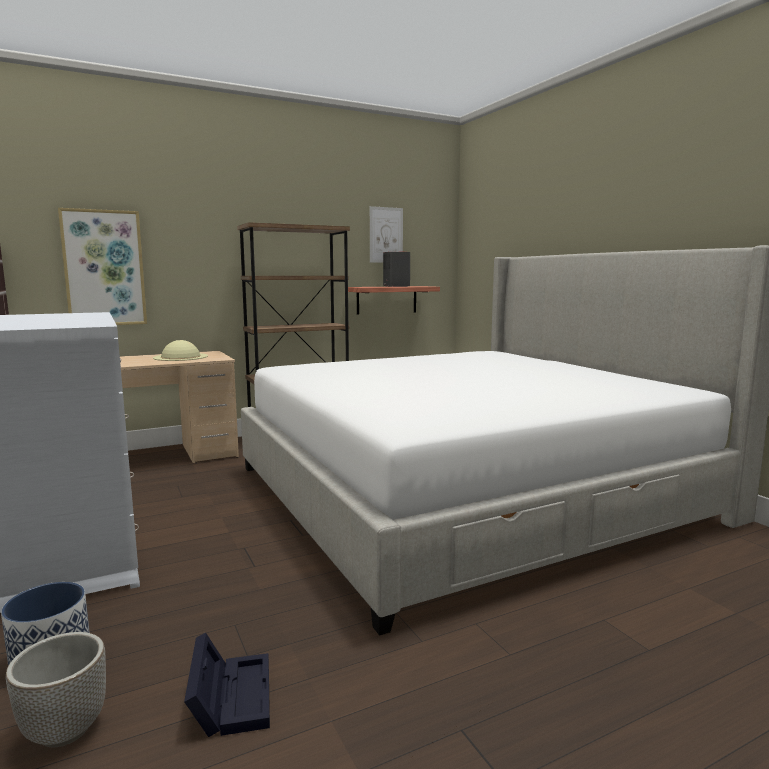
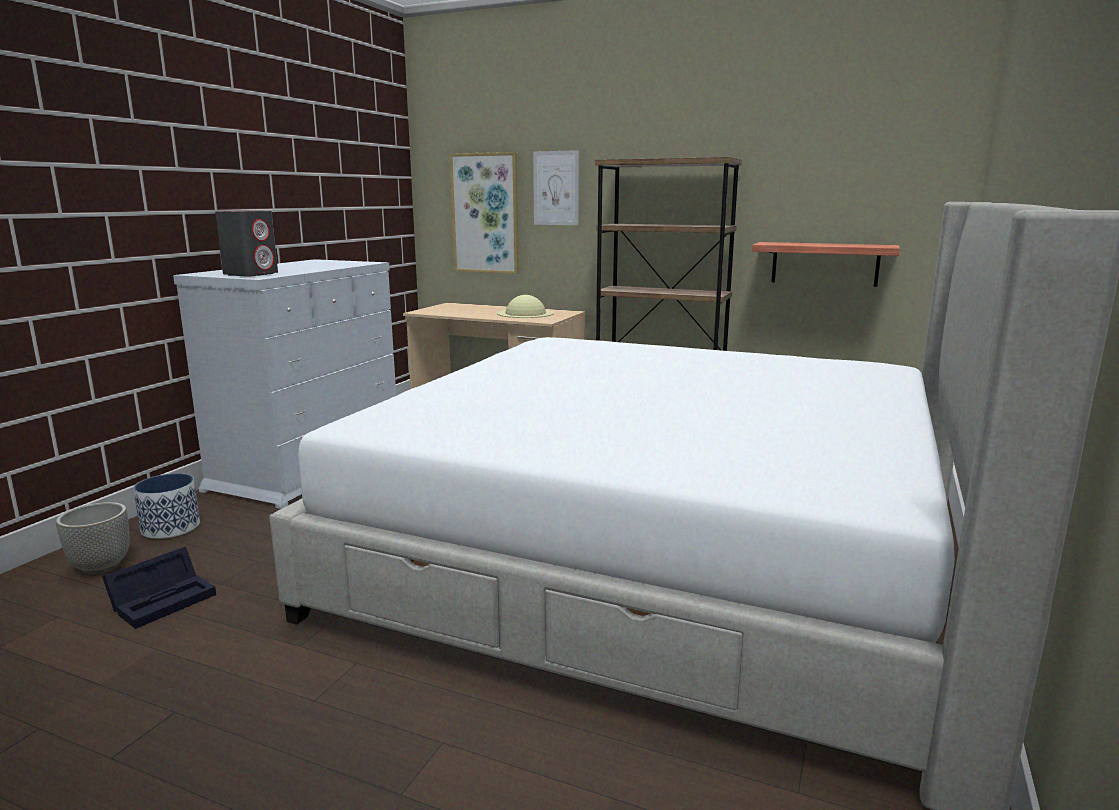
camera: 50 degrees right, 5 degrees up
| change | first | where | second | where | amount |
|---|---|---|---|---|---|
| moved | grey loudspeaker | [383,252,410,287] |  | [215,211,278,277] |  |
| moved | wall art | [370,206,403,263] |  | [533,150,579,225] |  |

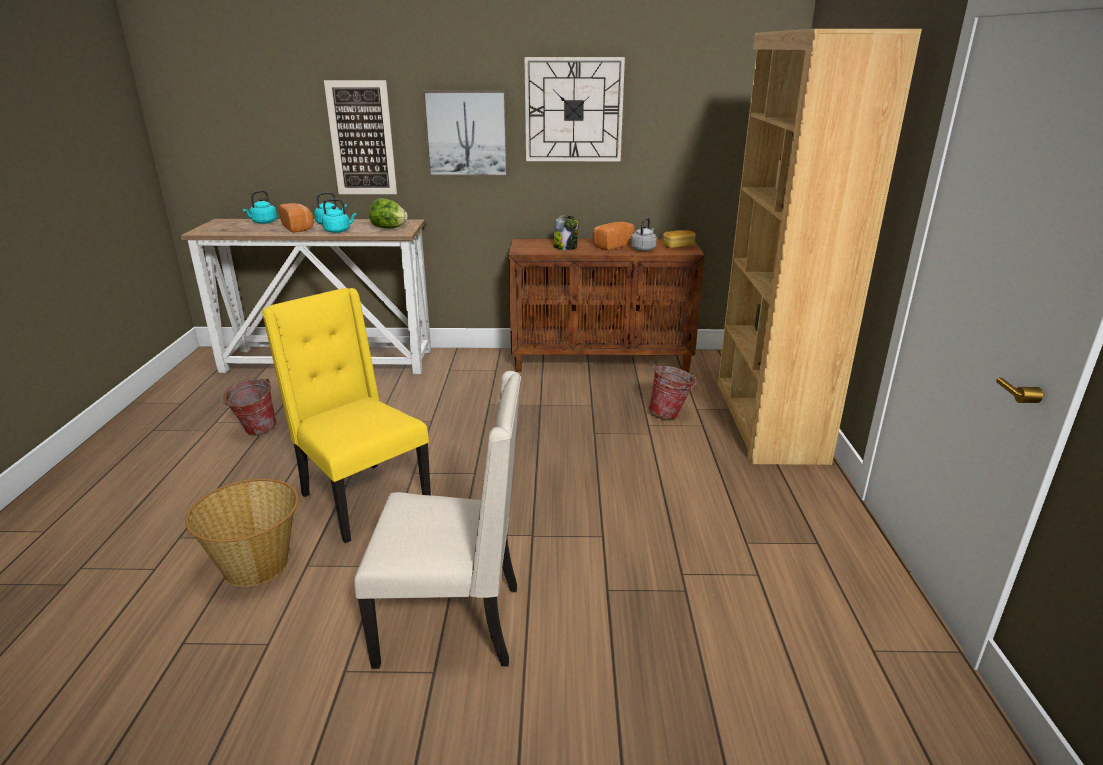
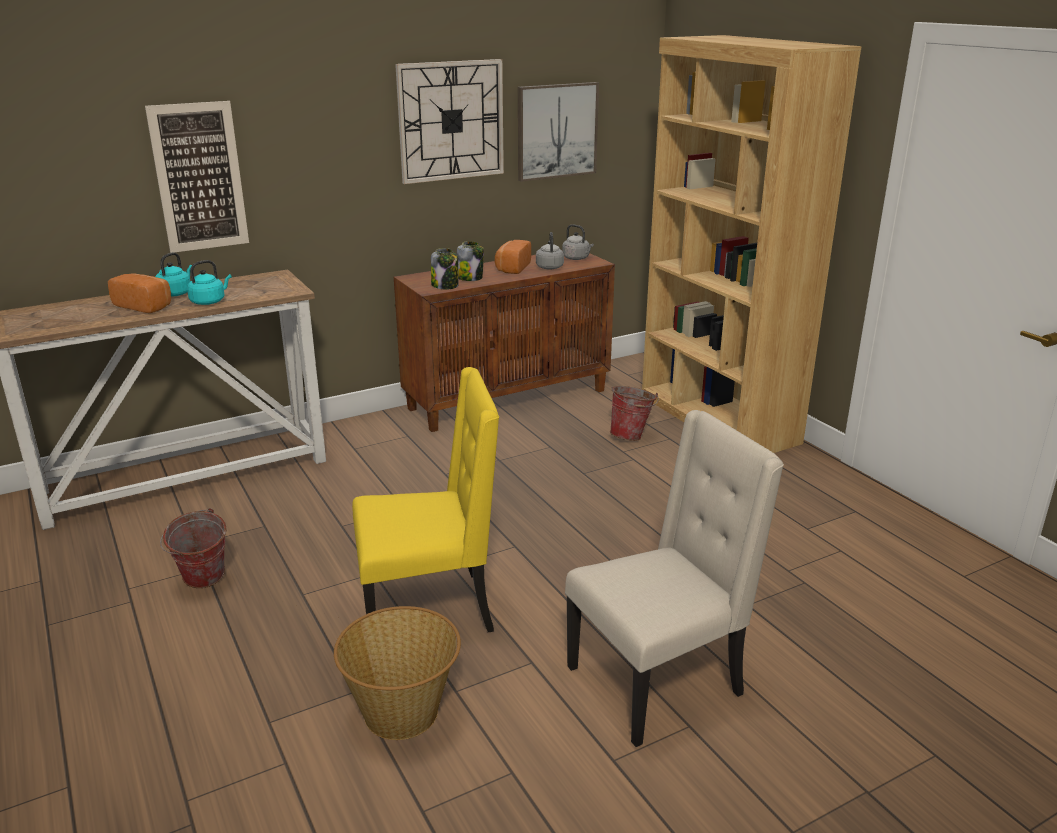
camera: 30 degrees left, 0 degrees up
| change | first | where | second | where | amount |
|---|---|---|---|---|---|
| turned | yellow plain chair | [262,288,431,543] |  | [352,367,499,632] | 150 degrees clockwise |
| added |  |  | storage jar | [431,248,458,289] |  |
| moved | wall art | [422,90,508,177] |  | [518,82,599,182] |  |
| replaced | bakery bread | [663,230,696,248] | grey tea kettle | [562,224,594,260] |  |
| removed | turquoise tea kettle | [243,190,277,224] |  |  |  |
| removed | lettuce head | [369,198,408,228] |  |  |  |

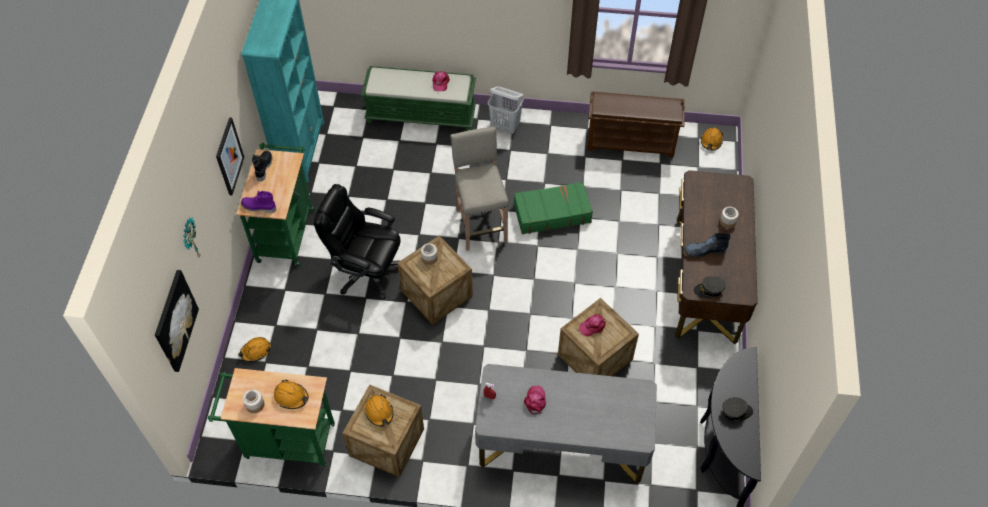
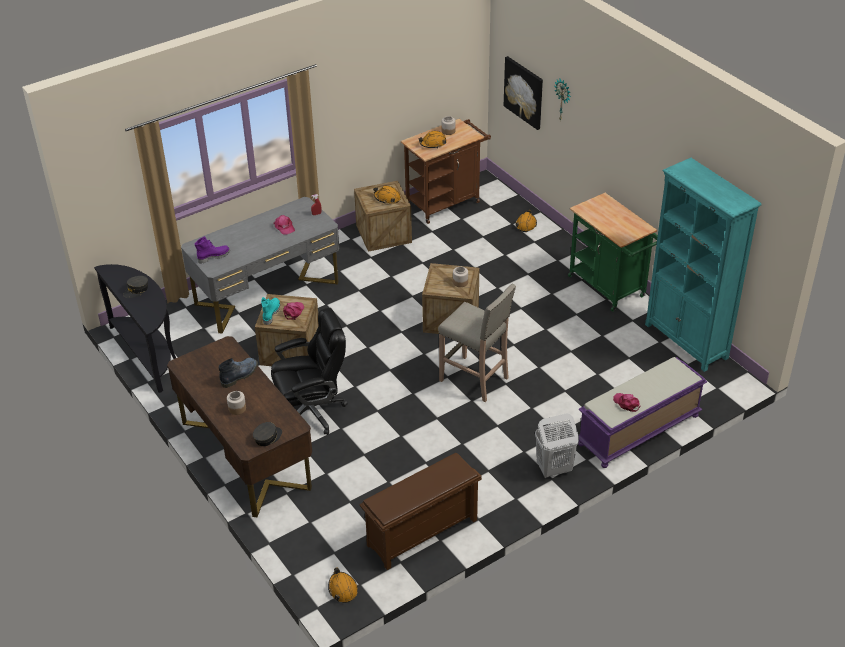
camera: 140 degrees right, 15 degrees down
| change | first | where | second | where | amount |
|---|---|---|---|---|---|
| moved | purple tall boot | [241,191,276,213] |  | [195,236,230,264] |  |
| moved | grey cap | [694,276,726,298] |  | [253,422,282,446] |  |
| added |  |  | turquoise tall boot | [261,297,280,325] |  |
| moved | black-coloured office chair | [314,184,401,300] |  | [271,308,348,435] |  |
| recoloured | green wheeled cart | [208,368,335,467] | brown wheeled cart | [401,119,491,224] |  |
| recoloured | green long seat | [361,66,476,131] | purple long seat | [578,357,707,468] |  |
| removed | wall art | [216,117,244,196] |  |  |  |
| removed | black-coloured tall boot | [252,150,272,181] |  |  |  |
| removed | green piece of luggage | [514,182,593,234] |  |  |  |

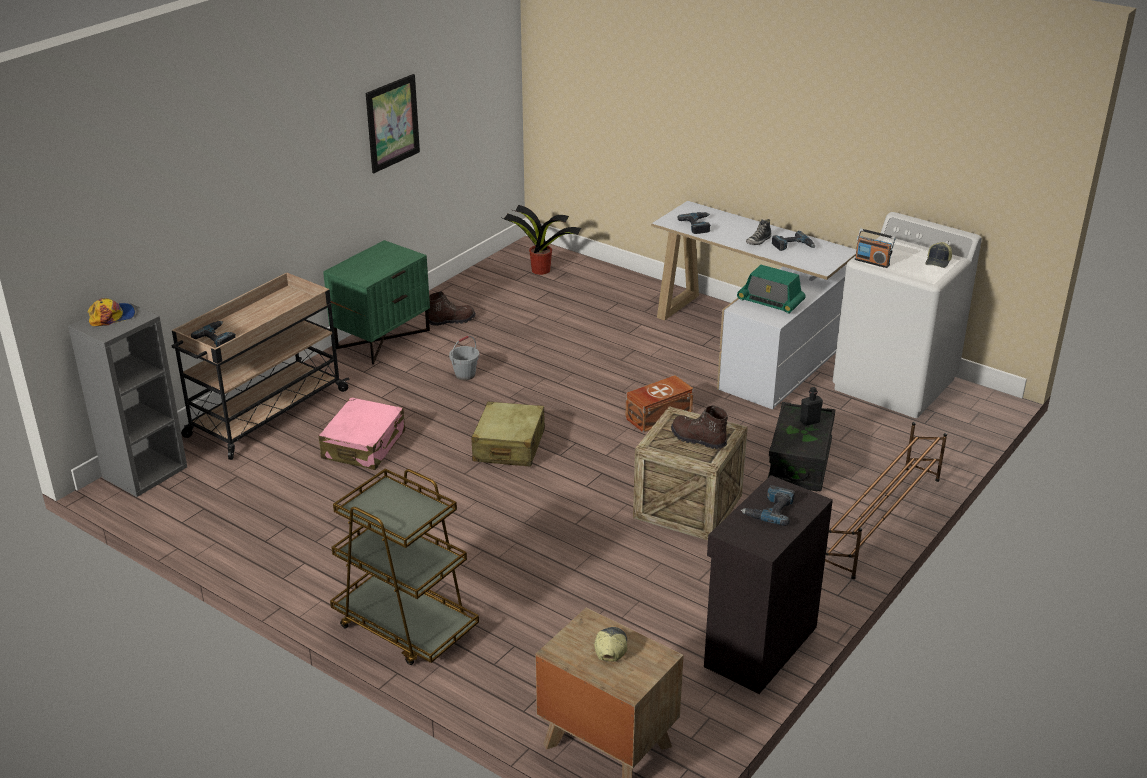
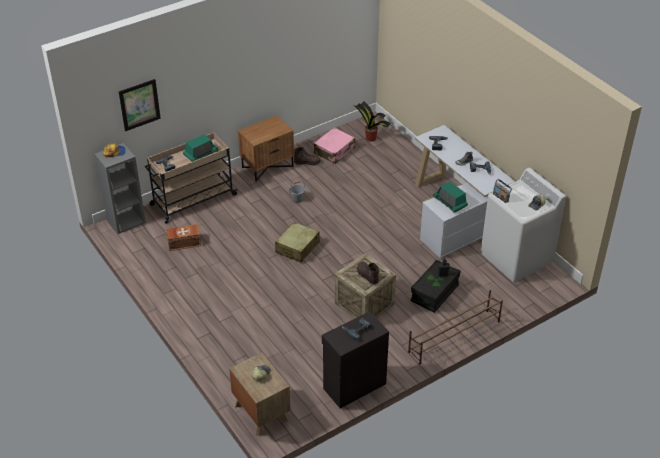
camera: 20 degrees right, 10 degrees up
| change | first | where | second | where | amount |
|---|---|---|---|---|---|
| moved | wall art | [366,74,420,173] |  | [119,79,161,131] |  |
| moved | brown storage bin | [625,375,694,433] |  | [166,224,201,251] |  |
| added |  |  | radio | [183,134,218,162] |  |
| recoloured | green bedside table | [323,240,430,364] | brown bedside table | [238,116,294,182] |  |
| moved | pink piece of luggage | [319,397,405,470] |  | [314,127,355,164] |  |
| removed | brown wheeled cart | [330,469,479,665] |  |  |  |

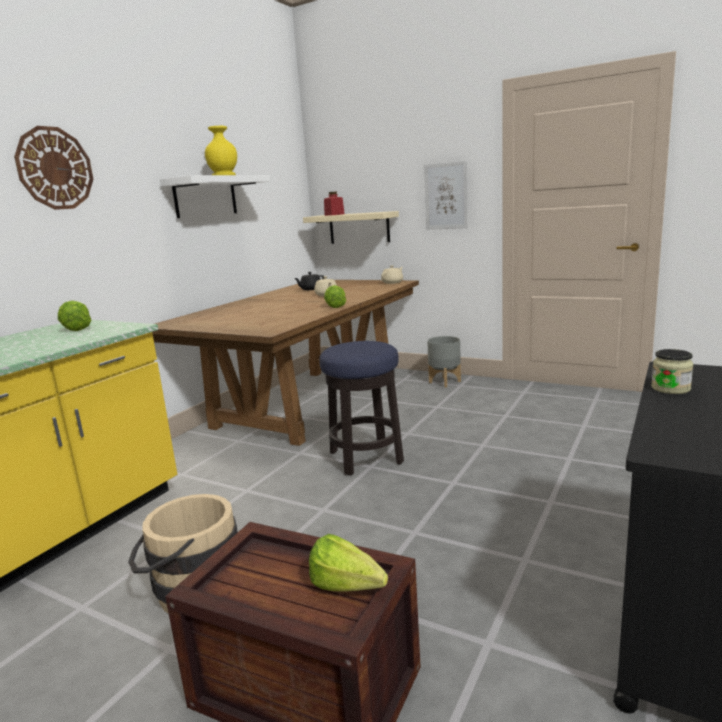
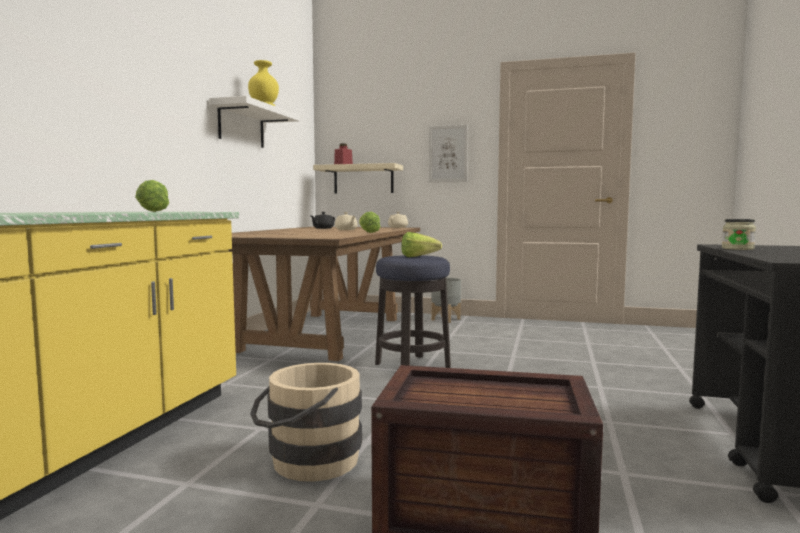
camera: 15 degrees left, 10 degrees down
| change | first | where | second | where | amount |
|---|---|---|---|---|---|
| moved | lettuce head | [309,534,388,592] |  | [401,232,442,257] |  |
| removed | wall clock | [14,126,93,210] |  |  |  |

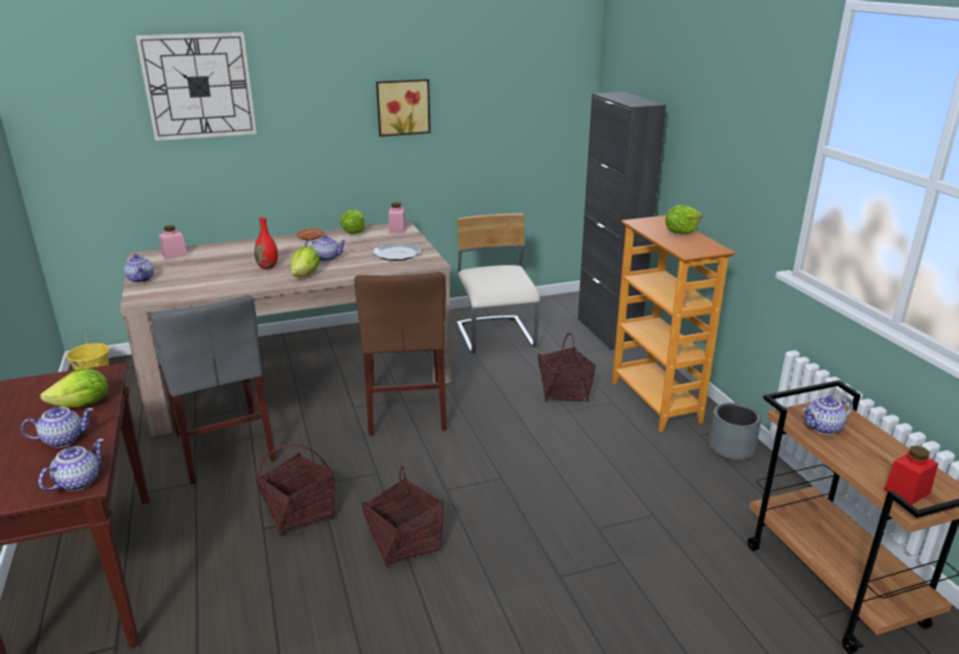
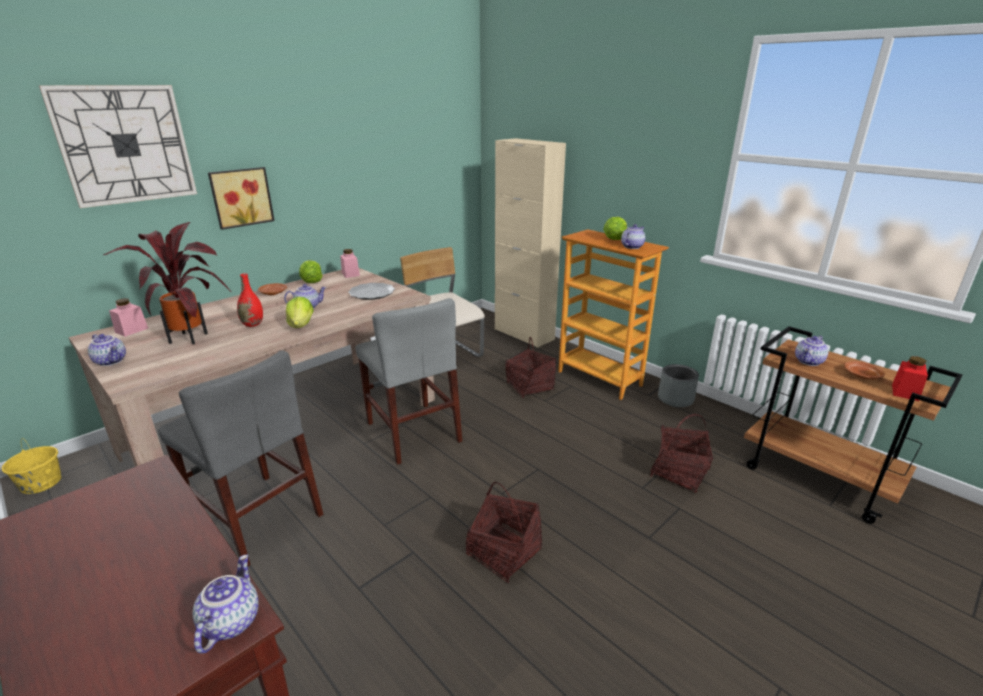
camera: 25 degrees left, 0 degrees up
| change | first | where | second | where | amount |
|---|---|---|---|---|---|
| added |  |  | plant in a pot | [103,222,232,344] |  |
| moved | wall art | [376,79,431,137] |  | [208,167,275,230] |  |
| recoloured | brown plain chair | [354,272,447,436] | grey plain chair | [356,298,462,465] |  |
| recoloured | black-coloured cupboard | [578,92,666,350] | beige cupboard | [495,138,566,348] |  |
| moved | tea pot | [21,406,93,448] |  | [621,224,645,249] |  |
| moved | storage basket | [256,444,335,536] |  | [650,414,713,493] |  |
| added |  |  | brown dinner plate | [844,361,885,380] |  |
| removed | lettuce head | [40,368,108,407] |  |  |  |

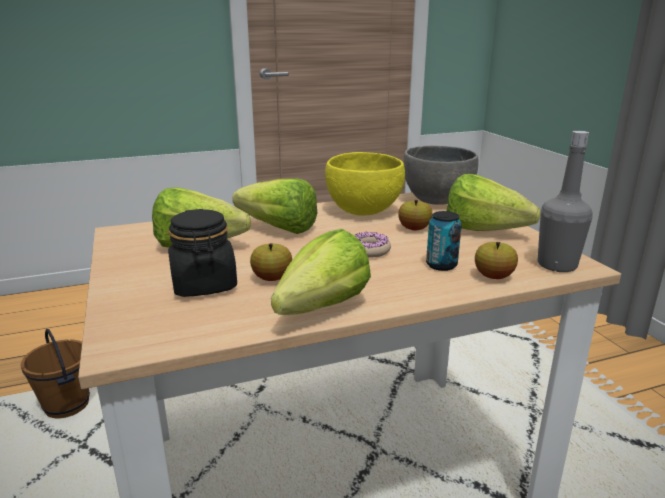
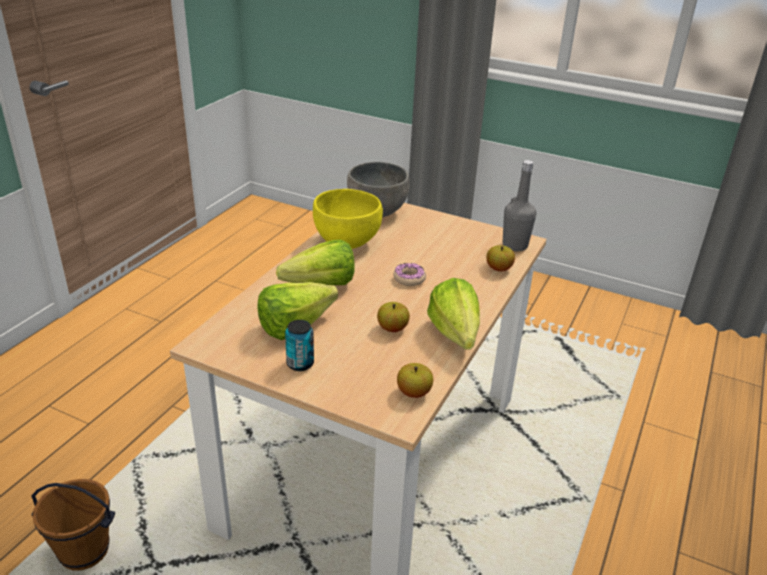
camera: 45 degrees left, 10 degrees up
| change | first | where | second | where | amount |
|---|---|---|---|---|---|
| moved | sealed can | [426,211,462,271] |  | [285,320,314,371] |  |
| moved | whole apple | [398,200,433,230] |  | [397,363,433,398] |  |
| removed | black-coloured storage jar | [168,209,237,297] |  |  |  |
| removed | lettuce head | [446,174,540,231] |  |  |  |

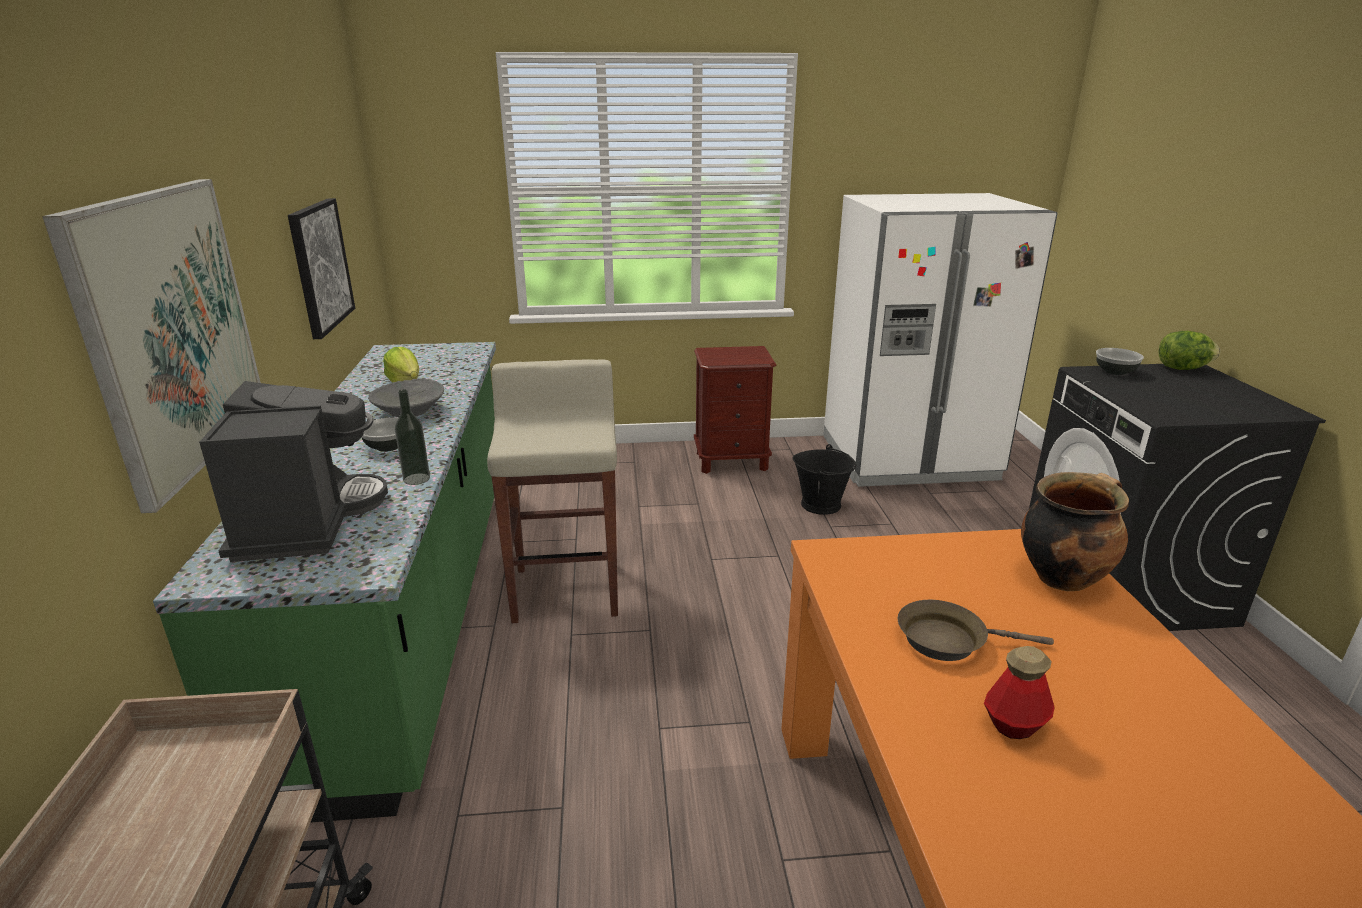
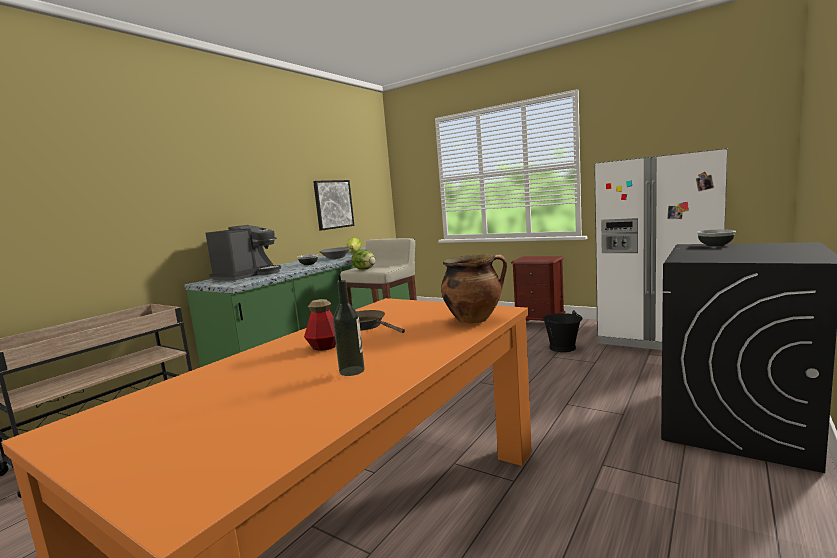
camera: 40 degrees right, 15 degrees down
| change | first | where | second | where | amount |
|---|---|---|---|---|---|
| moved | bottle | [395,389,430,485] |  | [333,280,365,376] |  |
| moved | lettuce head | [1159,331,1220,370] |  | [351,250,376,270] |  |
| removed | wall art | [42,179,261,513] |  |  |  |

